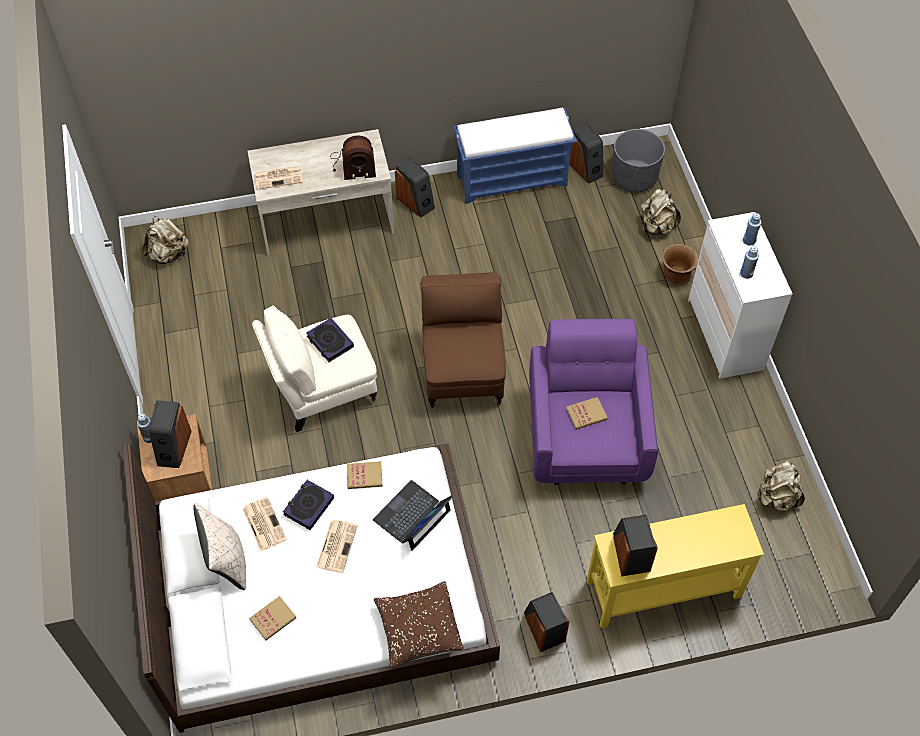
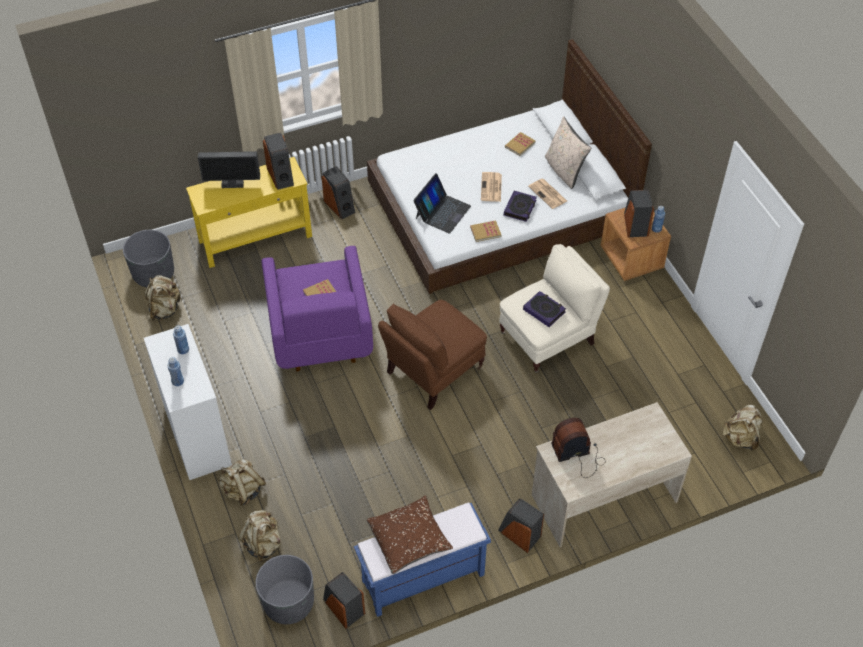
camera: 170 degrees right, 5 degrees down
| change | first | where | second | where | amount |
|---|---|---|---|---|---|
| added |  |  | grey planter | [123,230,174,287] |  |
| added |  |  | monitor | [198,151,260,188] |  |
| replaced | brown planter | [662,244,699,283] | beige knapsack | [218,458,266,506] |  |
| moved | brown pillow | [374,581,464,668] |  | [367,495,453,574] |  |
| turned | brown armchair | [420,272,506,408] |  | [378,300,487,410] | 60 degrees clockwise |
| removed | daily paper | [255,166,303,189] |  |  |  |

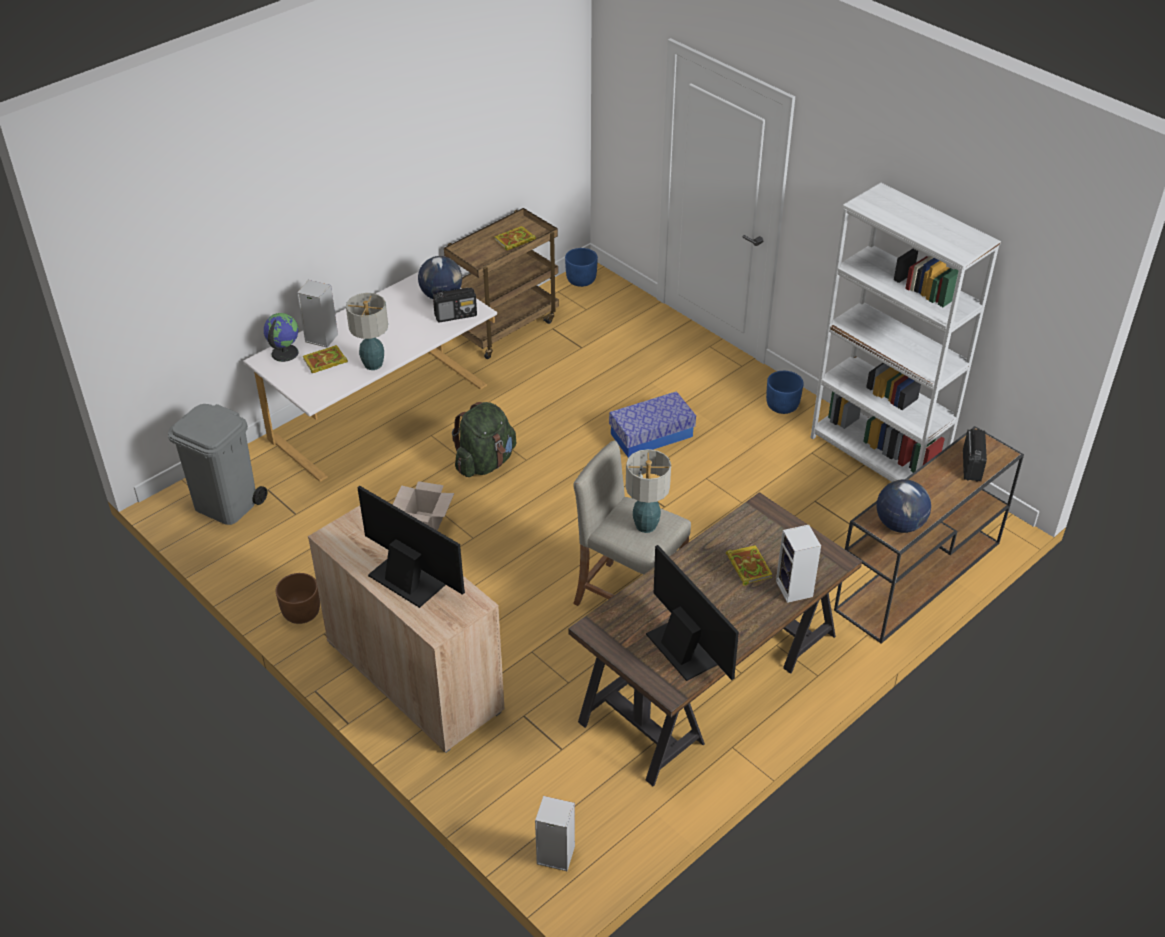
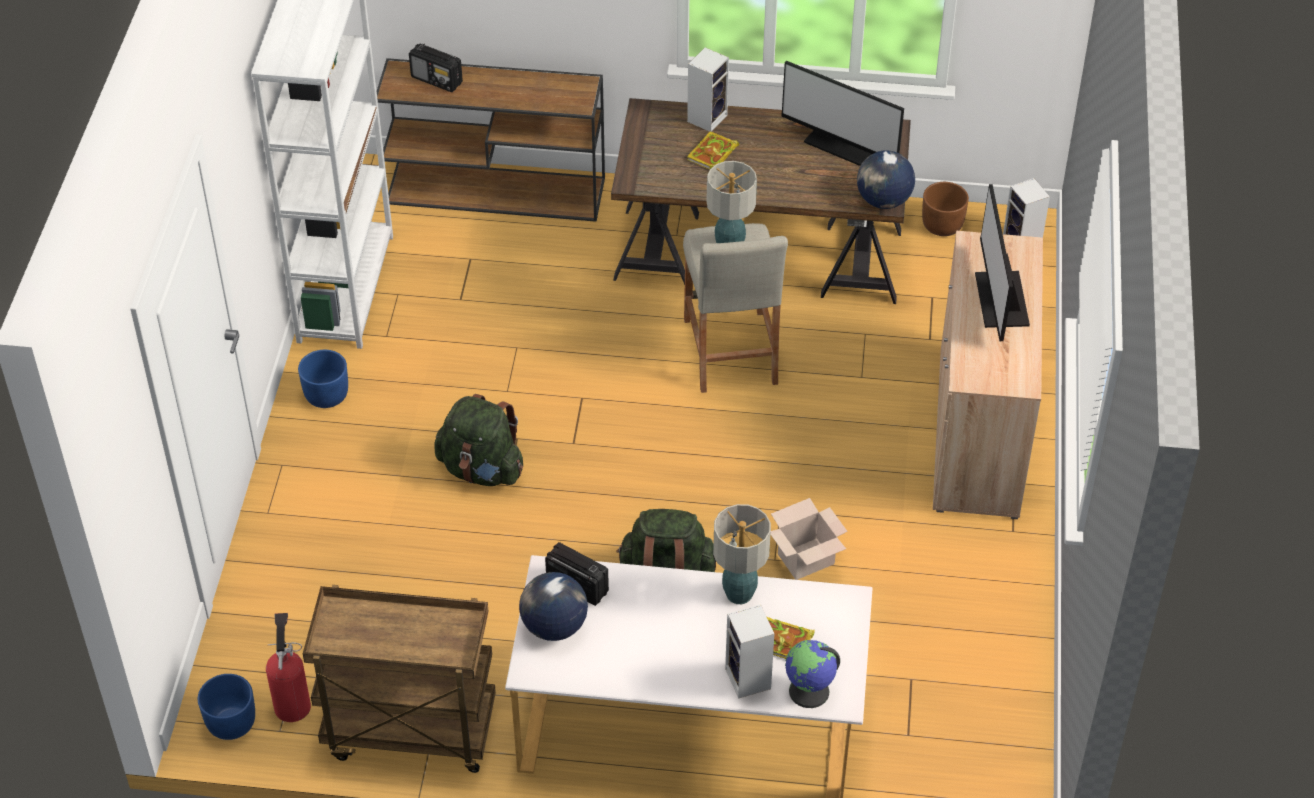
camera: 130 degrees left, 5 degrees up
| change | first | where | second | where | amount |
|---|---|---|---|---|---|
| added |  |  | fire-fighting cylinder | [266,613,311,722] |  |
| turned | radio | [963,429,987,481] |  | [409,44,463,92] | 120 degrees counterclockwise |
| replaced | storage bin | [609,391,696,458] | green knapsack | [434,394,523,486] |  |
| turned | monitor | [646,545,739,681] |  | [781,61,904,166] | 75 degrees counterclockwise |
| moved | globe | [877,479,931,533] |  | [857,150,915,209] |  |
| moved | brown planter | [276,573,320,624] |  | [922,182,969,236] |  |
| removed | grey rubbish bin | [168,404,267,525] |  |  |  |
| removed | bound book | [494,226,536,251] |  |  |  |

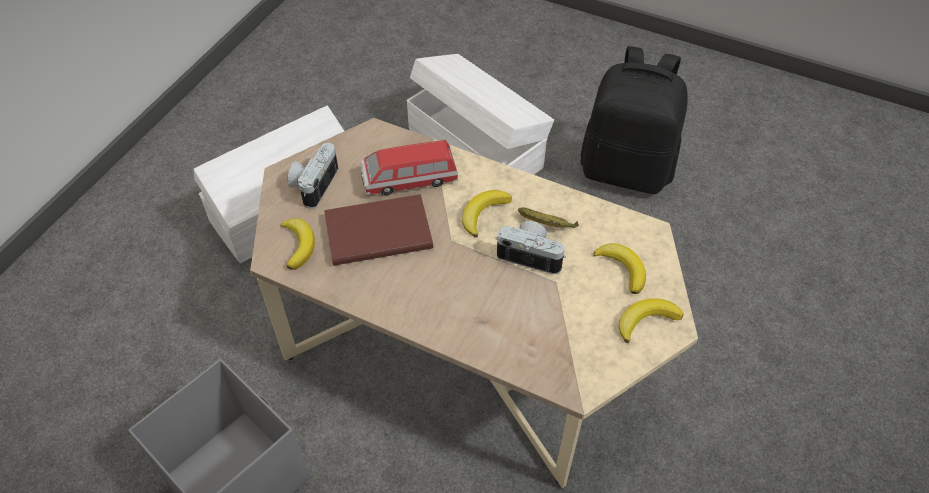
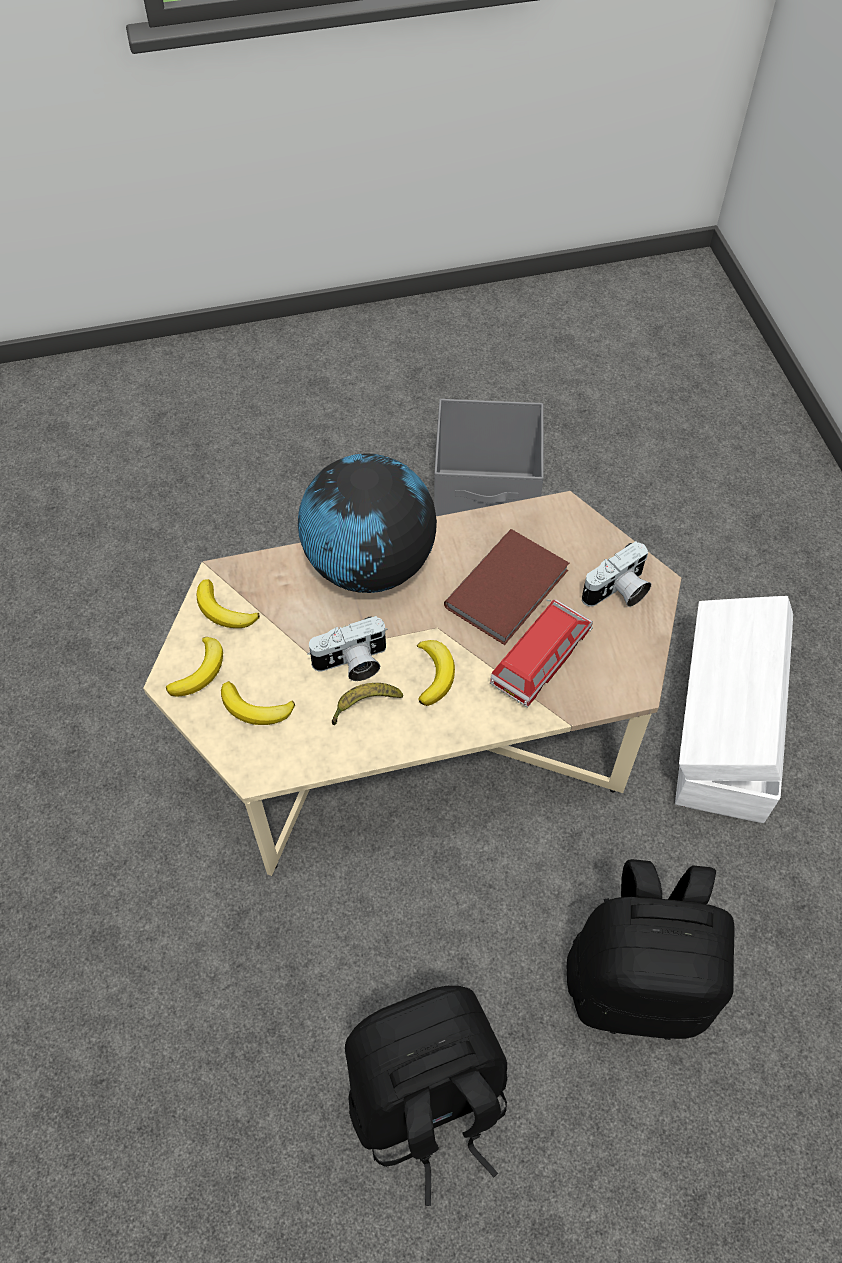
camera: 140 degrees right, 5 degrees up
| change | first | where | second | where | amount |
|---|---|---|---|---|---|
| moved | banana fruit | [280,218,315,270] |  | [197,579,260,628] |  |
| added |  |  | globe | [298,453,437,593] |  |
| replaced | whitish storage bin | [407,54,554,175] | black-coloured knapsack | [567,859,734,1040] |  |
| turned | photo camera | [287,143,338,208] |  | [582,541,651,607] | 75 degrees clockwise |

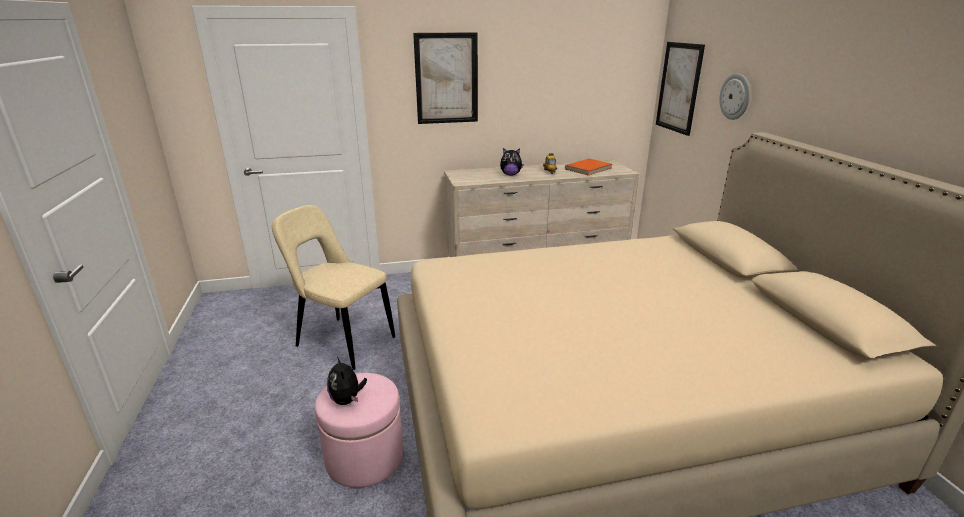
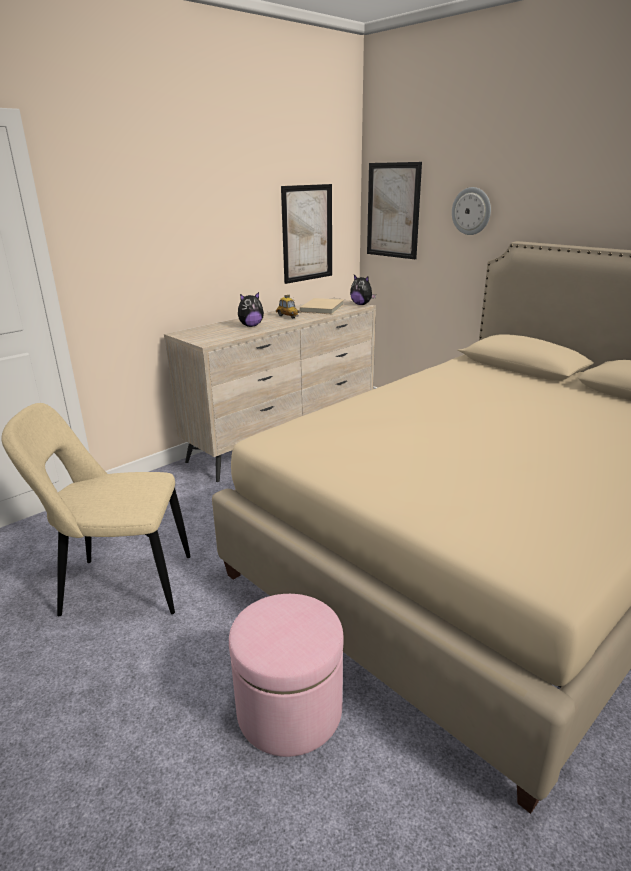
camera: 30 degrees left, 0 degrees up
| change | first | where | second | where | amount |
|---|---|---|---|---|---|
| moved | wall art | [413,32,478,124] |  | [281,184,332,284] |  |
| recoloured | orange bound book | [565,159,612,175] | beige bound book | [299,298,344,314] |  |
| moved | cuddly toy | [327,356,367,405] |  | [350,275,376,305] |  |

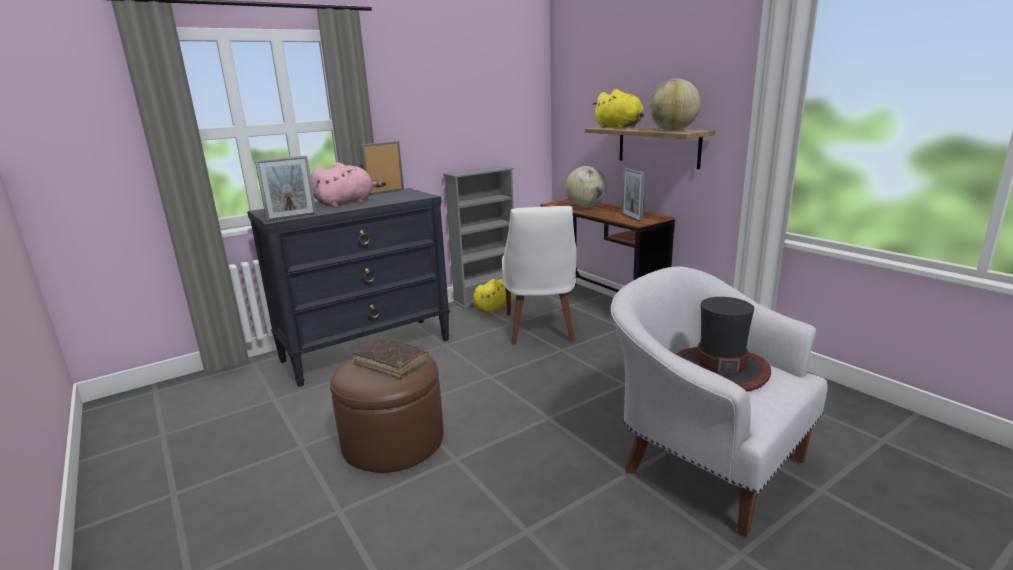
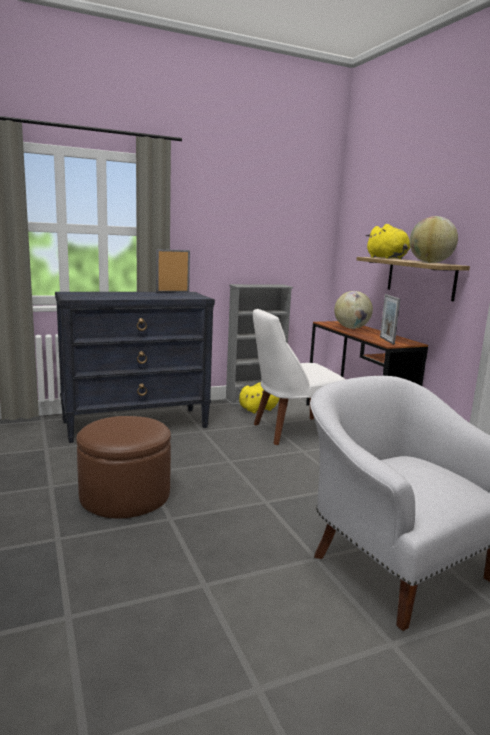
camera: 10 degrees right, 5 degrees down
| change | first | where | second | where | amount |
|---|---|---|---|---|---|
| turned | whitish plain chair | [502,206,577,344] |  | [253,309,346,445] | 60 degrees clockwise |
| removed | picture frame | [255,156,317,221] |  |  |  |
| removed | pink cuddly toy | [311,163,386,208] |  |  |  |
| removed | brown bound book | [353,337,429,379] |  |  |  |
| removed | wearable hat | [676,297,771,392] |  |  |  |

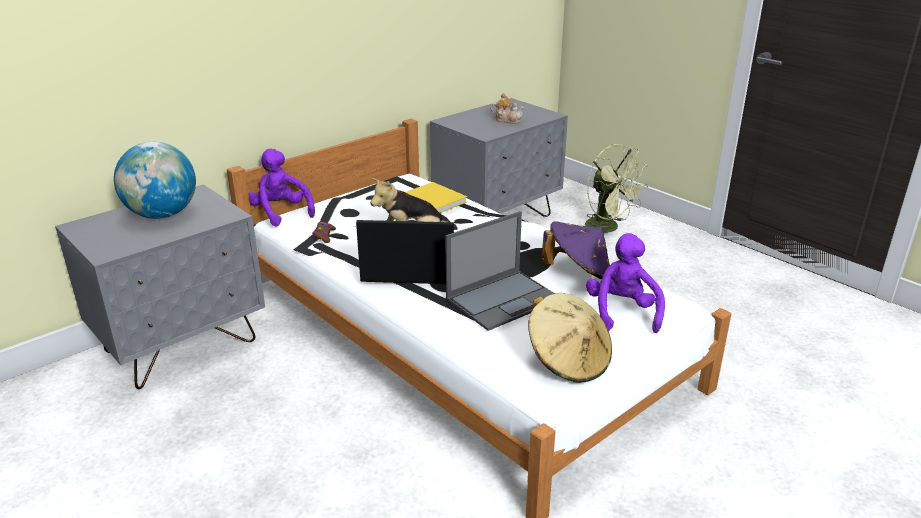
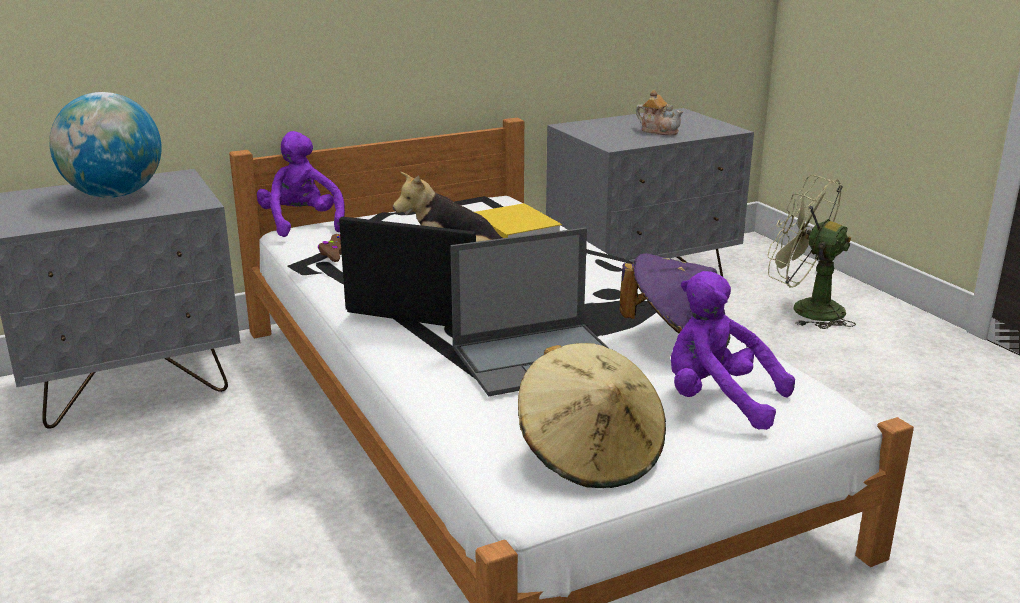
camera: 15 degrees right, 5 degrees down
| change | first | where | second | where | amount |
|---|---|---|---|---|---|
| turned | purple cuddly toy | [586,233,665,333] |  | [671,271,795,430] | 75 degrees counterclockwise |
| turned | green fan | [585,144,648,233] |  | [767,175,856,329] | 150 degrees clockwise |

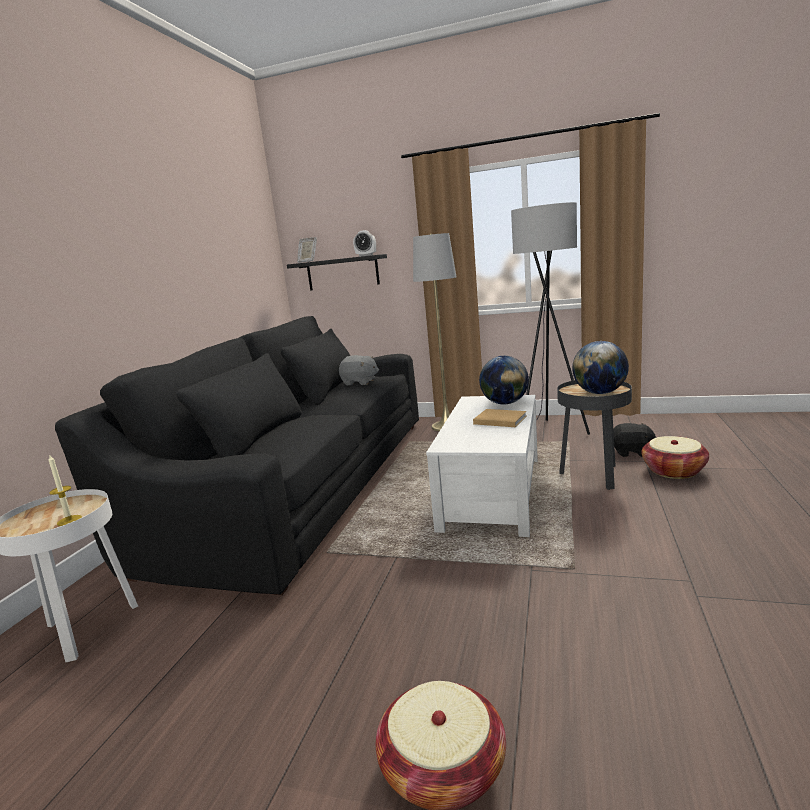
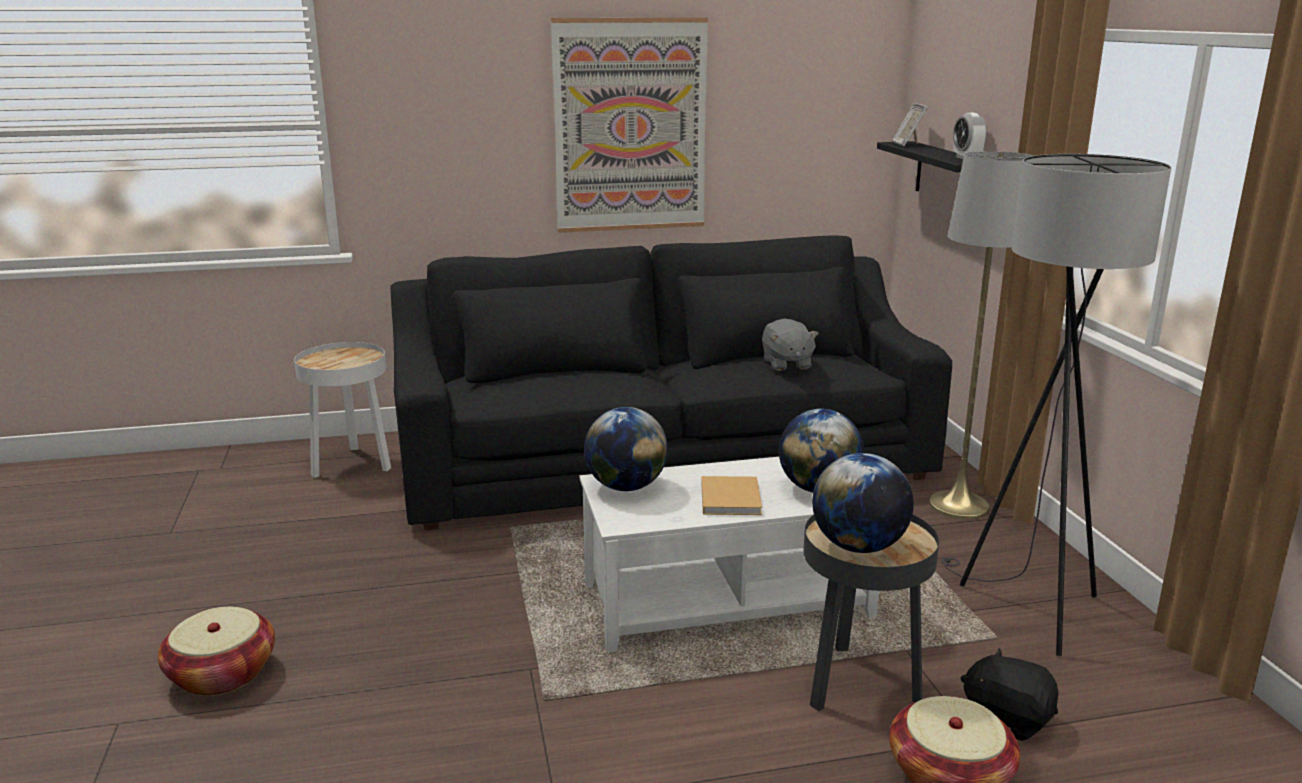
camera: 60 degrees right, 5 degrees up
| change | first | where | second | where | amount |
|---|---|---|---|---|---|
| added |  |  | wall art | [551,18,708,233] |  |
| added |  |  | globe | [584,407,668,491] |  |
| turned | black-coloured cuddly toy | [613,423,656,457] |  | [960,648,1059,741] | 135 degrees clockwise |
| removed | wax light | [48,455,82,526] |  |  |  |

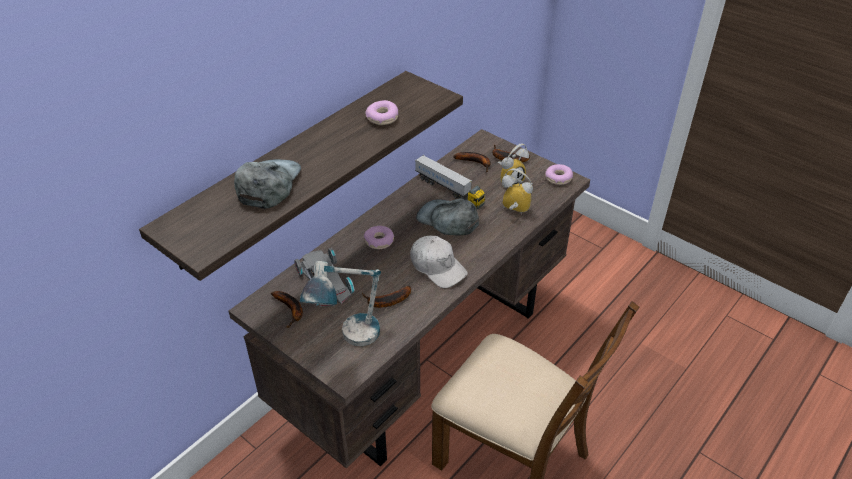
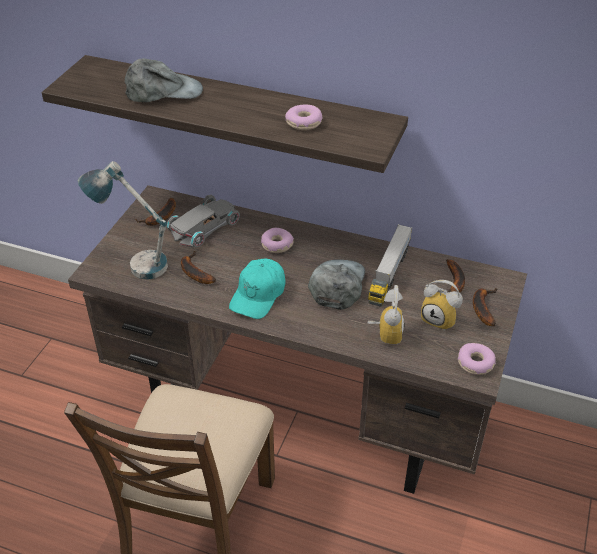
camera: 70 degrees right, 0 degrees up
| change | first | where | second | where | amount |
|---|---|---|---|---|---|
| recoloured | whitish cap | [410,236,468,288] | turquoise cap | [229,259,286,319] |  |

